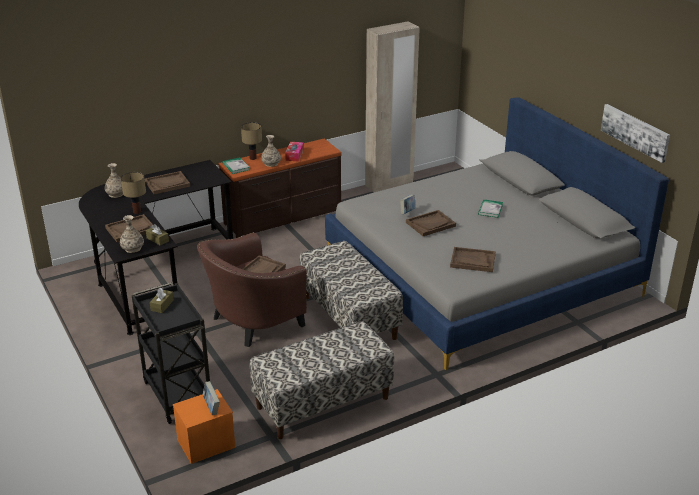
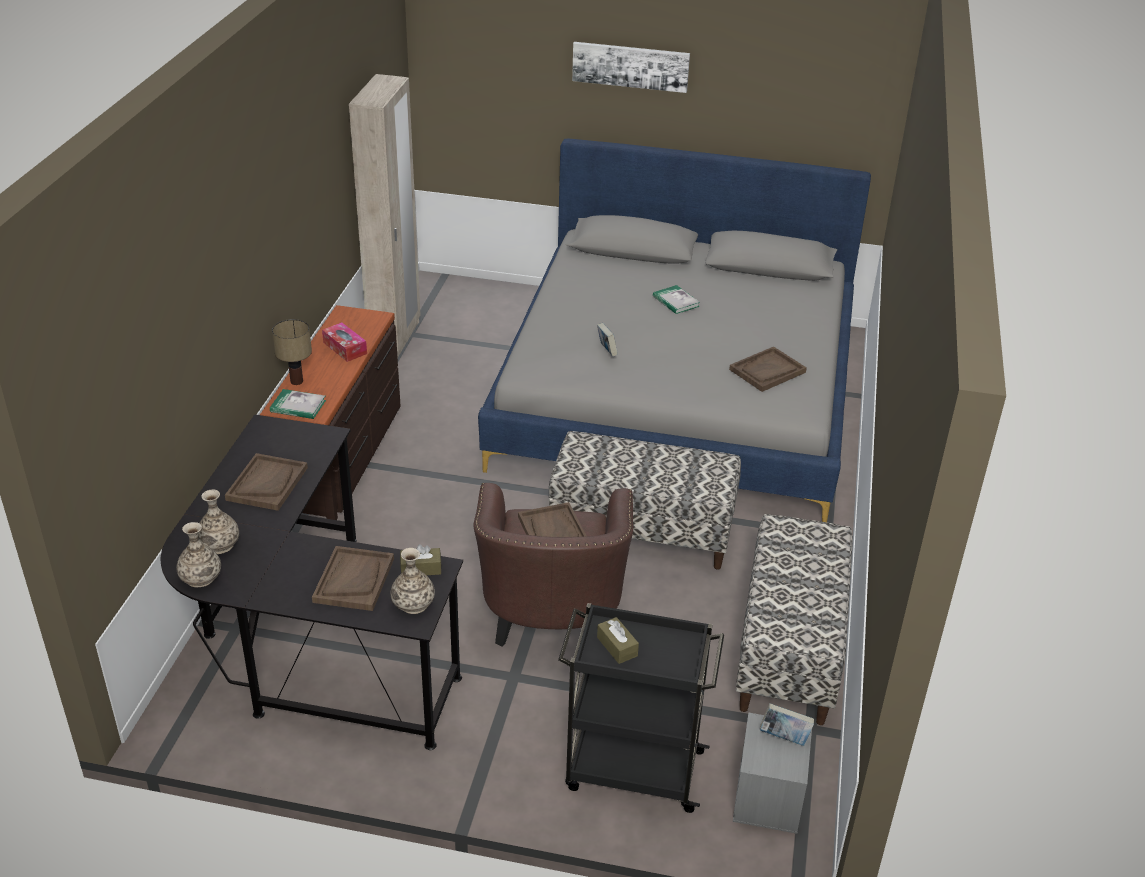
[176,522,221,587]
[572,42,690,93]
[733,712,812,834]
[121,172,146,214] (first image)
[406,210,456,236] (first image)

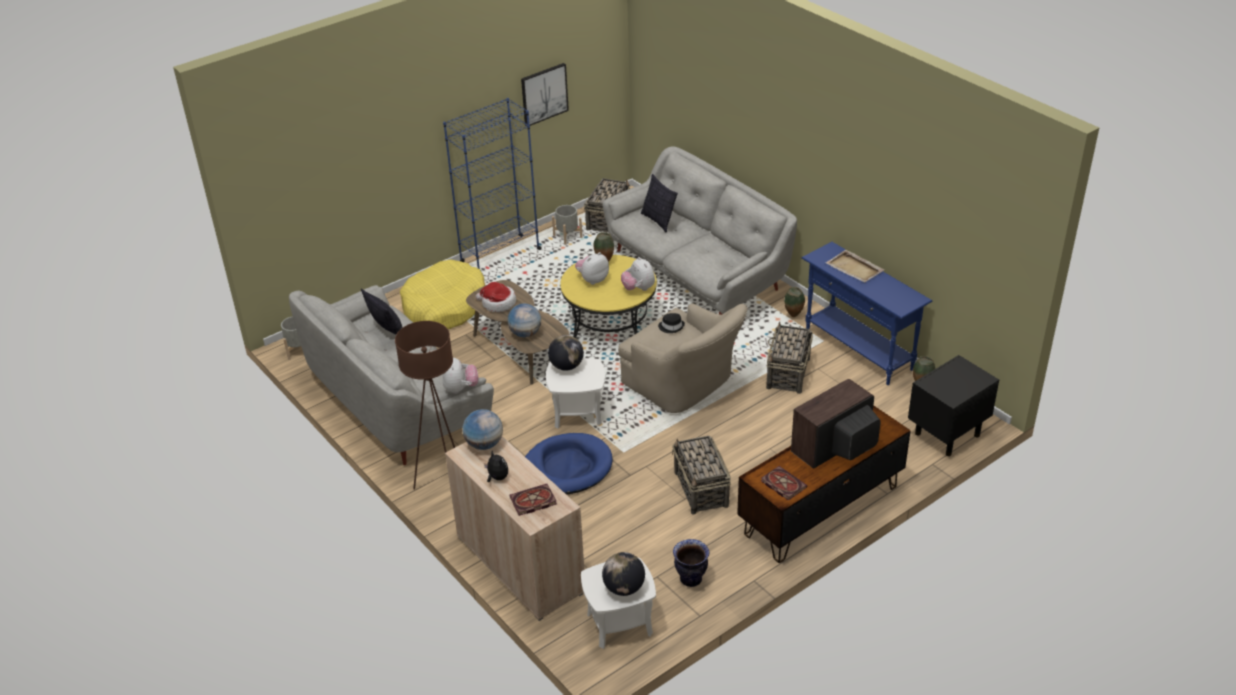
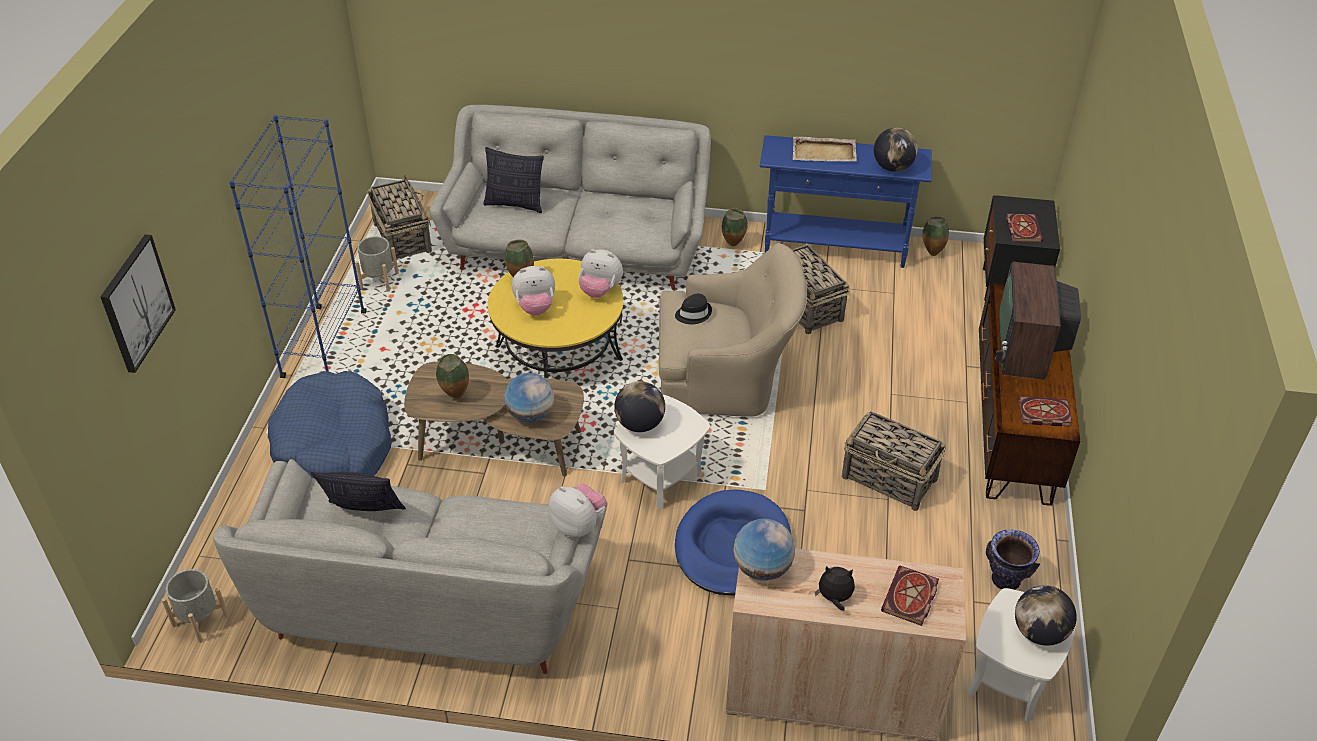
[100,234,176,373]
[268,371,391,478]
[436,354,469,399]
[512,266,555,315]
[874,127,918,172]
[1006,213,1043,242]
[395,321,455,490] (first image)

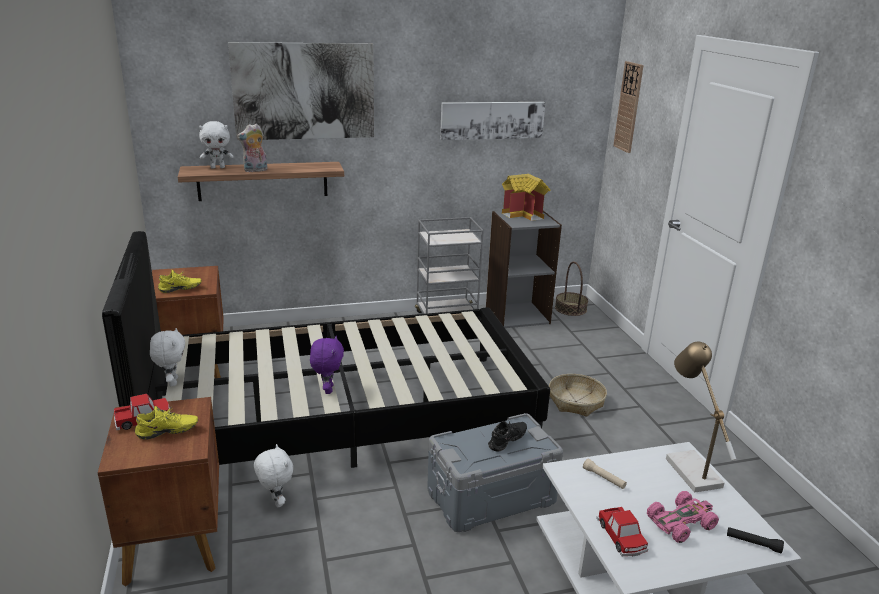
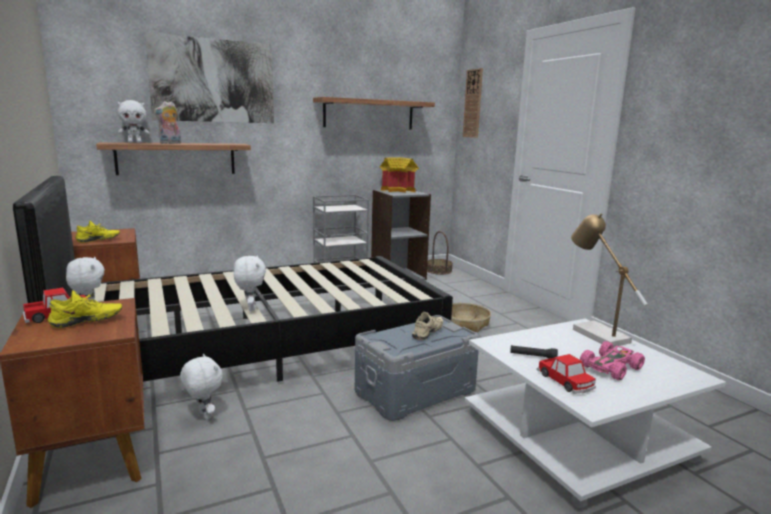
[234,255,266,311]
[313,97,435,129]
[412,312,443,340]
[510,345,558,358]
[583,459,627,489] (first image)

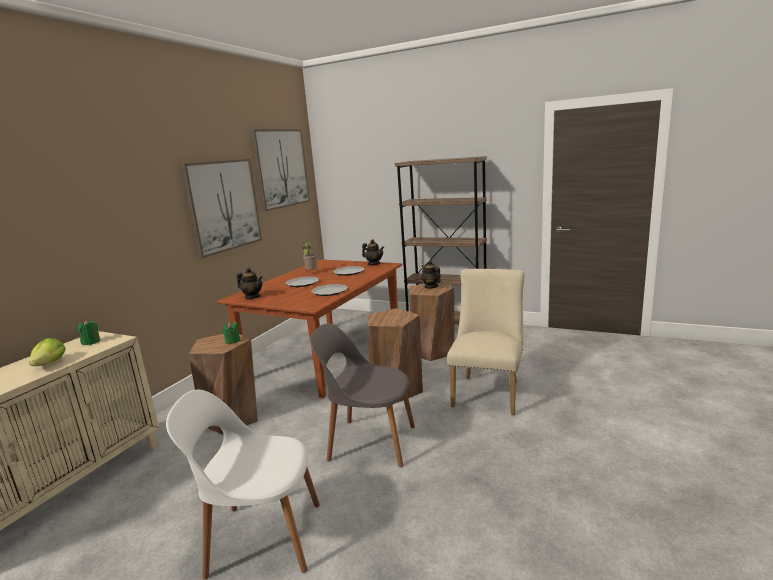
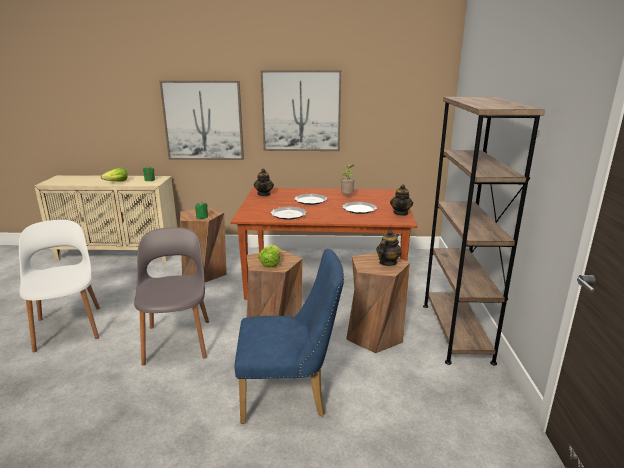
[160,81,244,160]
[234,249,344,424]
[258,245,280,267]

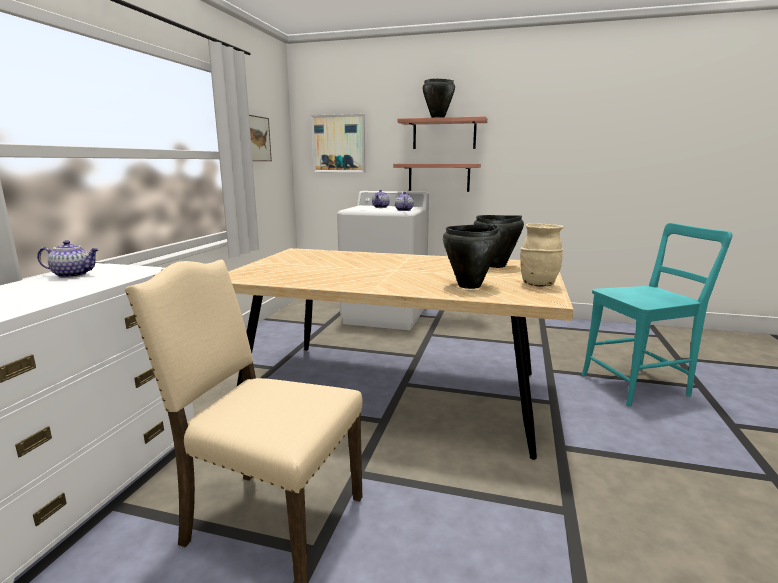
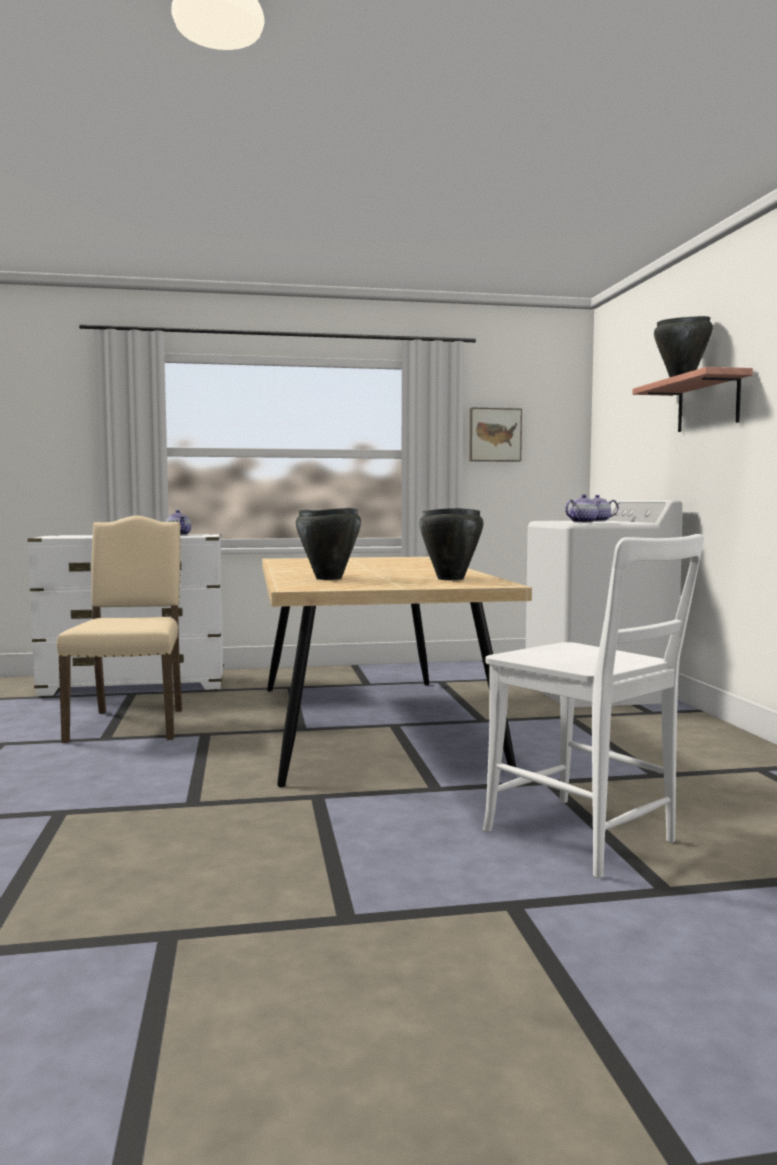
[483,534,704,878]
[311,114,365,172] (first image)
[393,164,481,192] (first image)
[520,223,563,287] (first image)

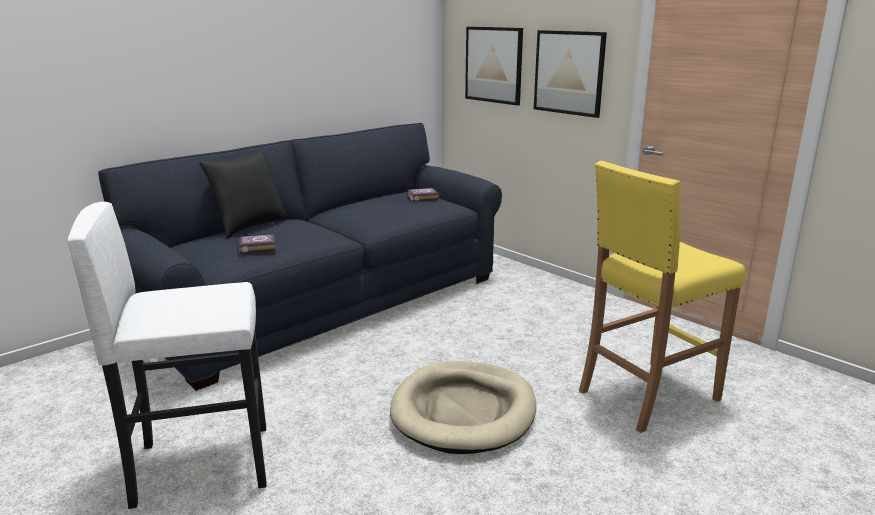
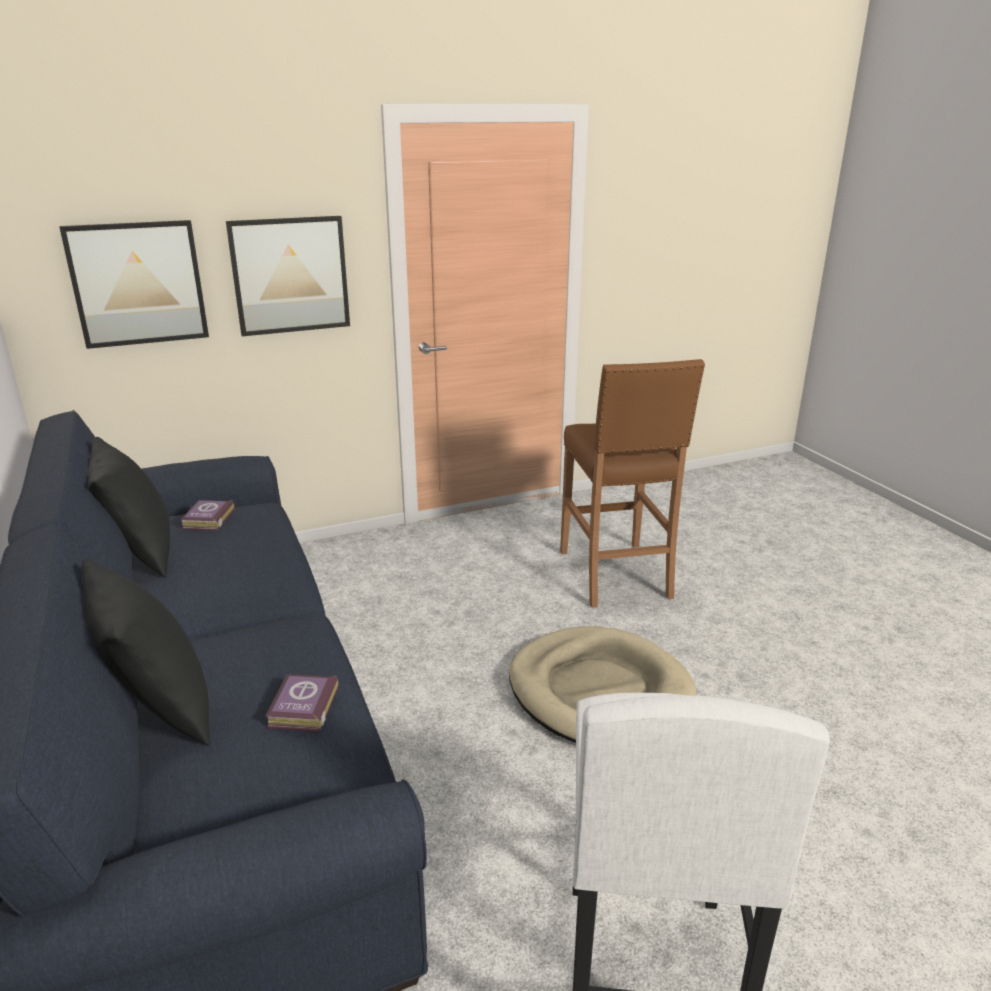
[88,437,170,578]
[560,359,705,608]

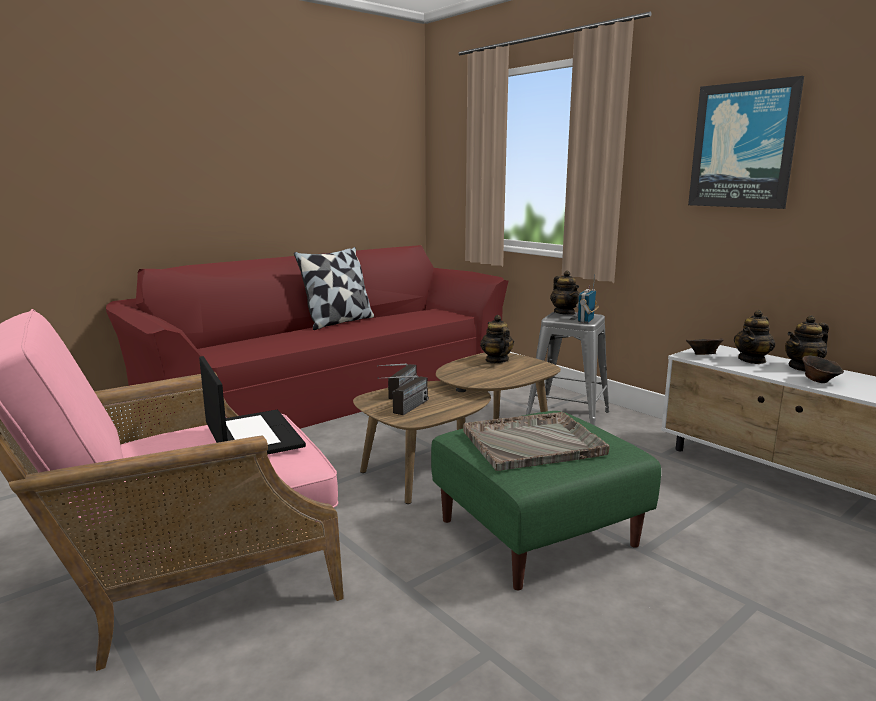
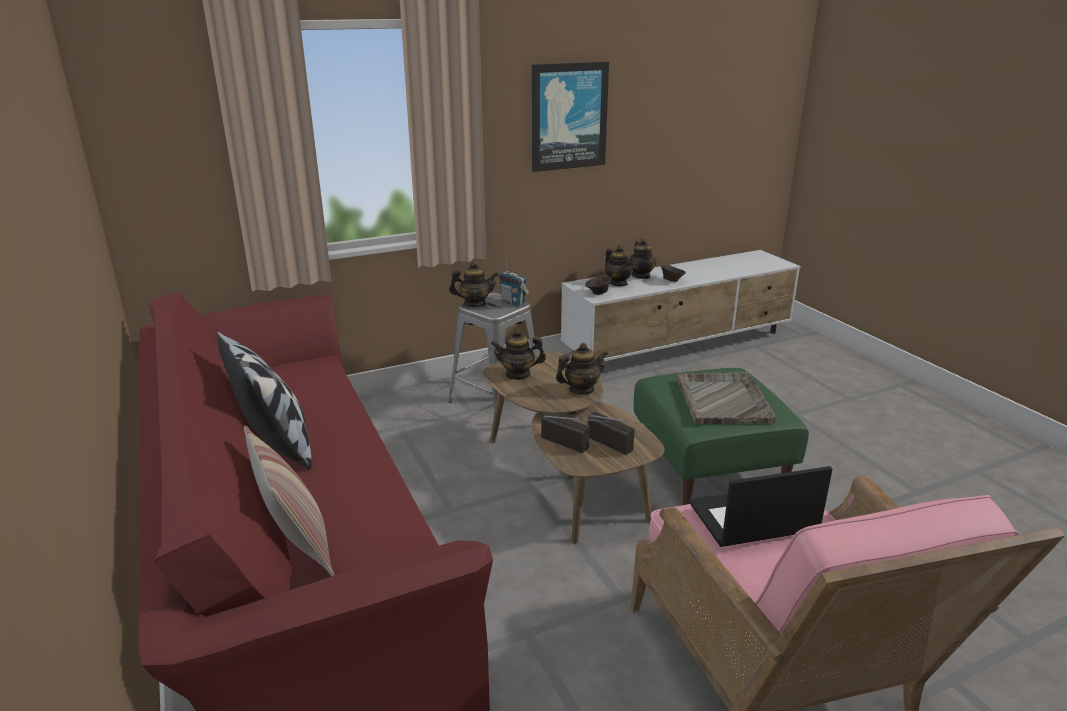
[244,425,334,576]
[556,343,608,395]

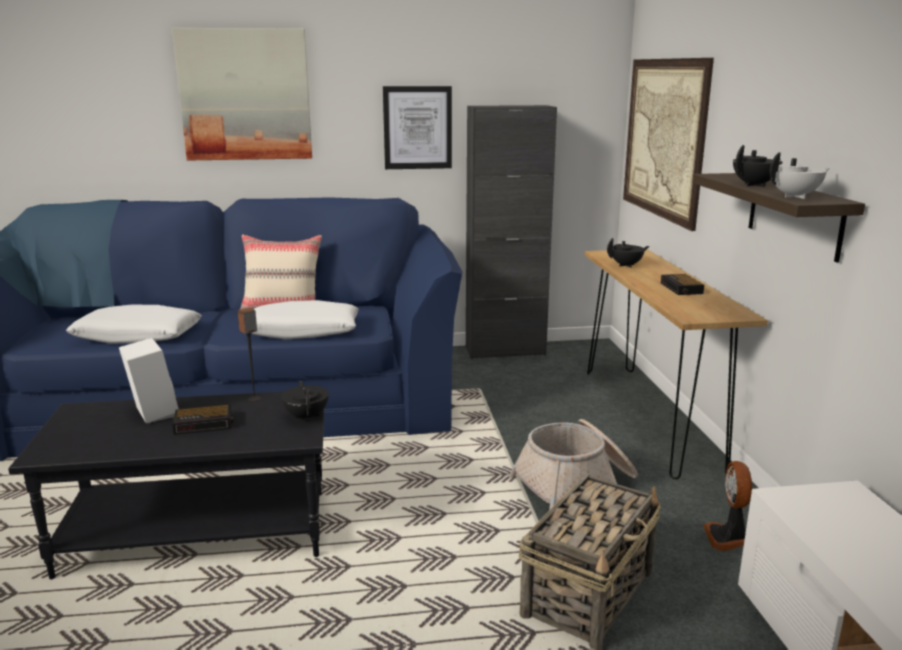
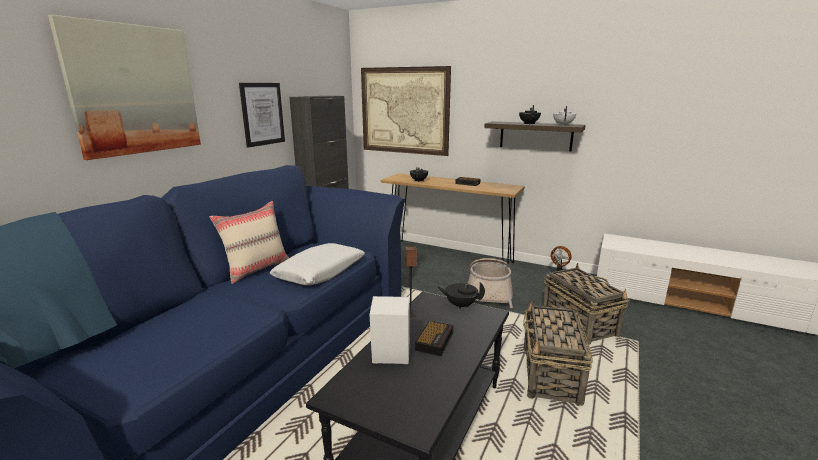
[523,301,593,406]
[66,305,202,344] (first image)

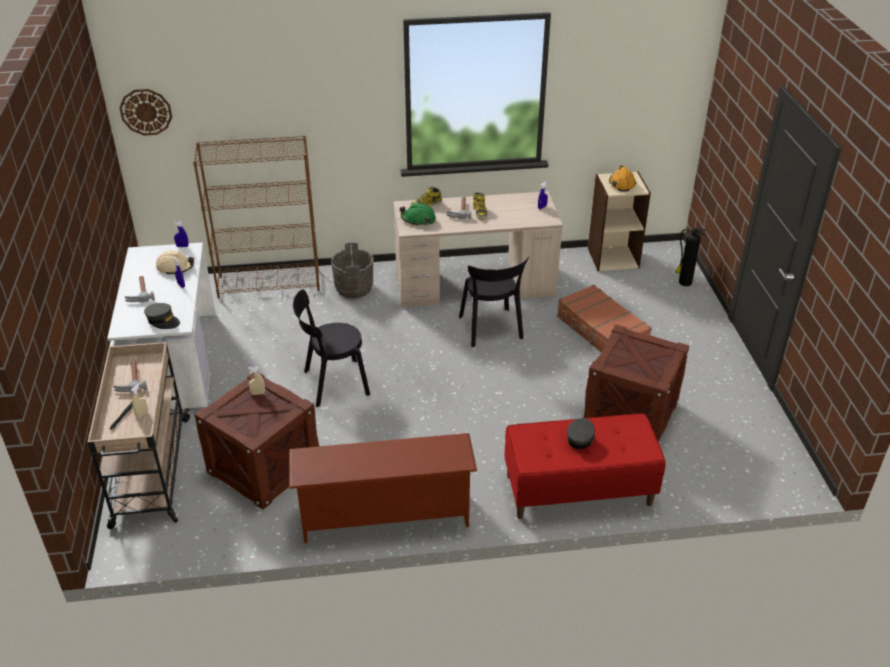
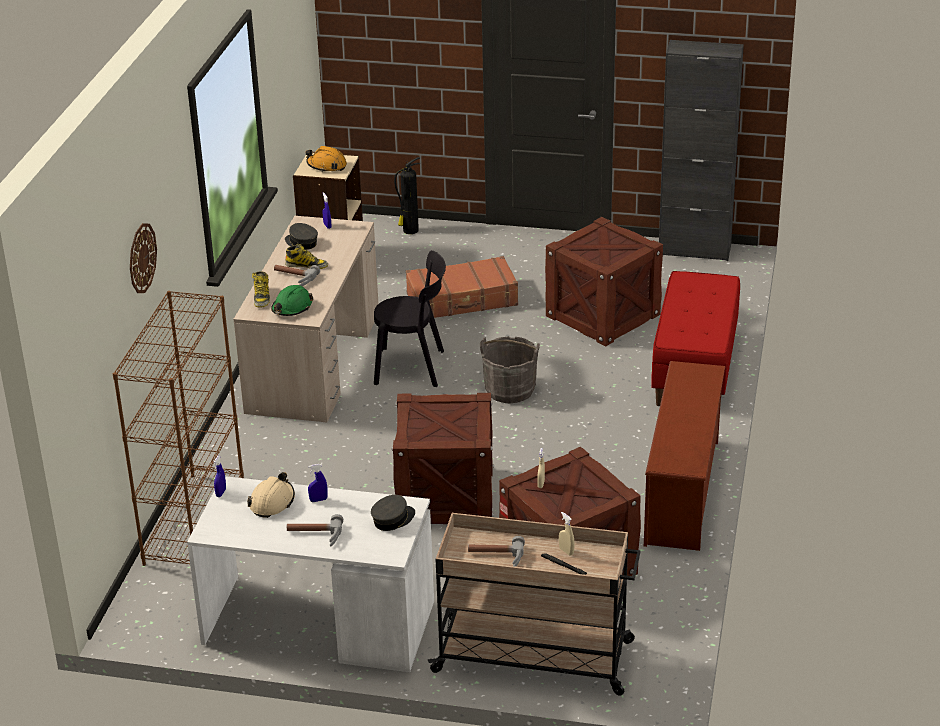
[130,223,157,293]
[285,223,318,250]
[391,393,494,524]
[480,336,540,403]
[659,40,744,261]

